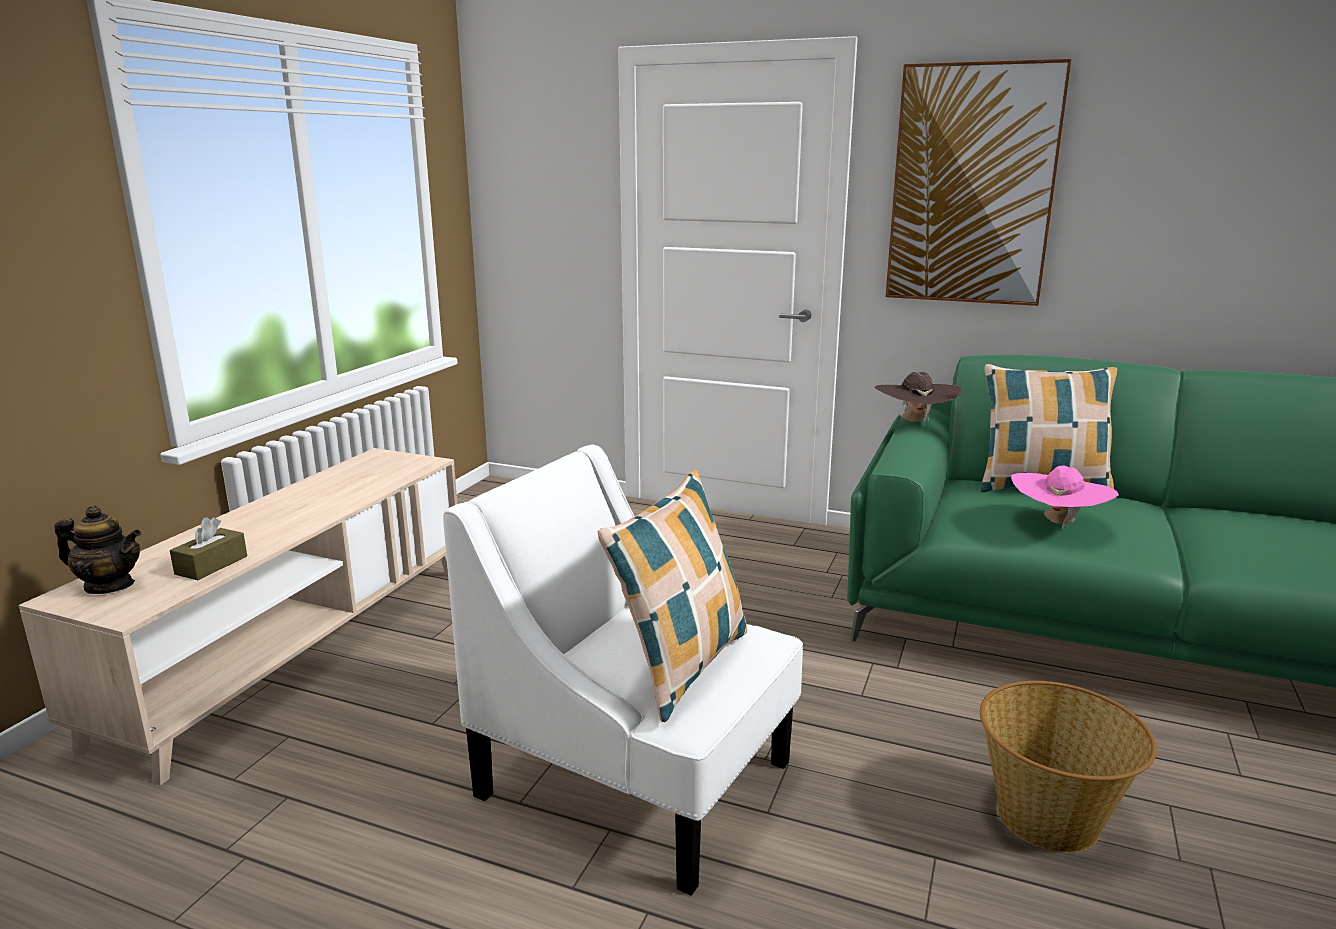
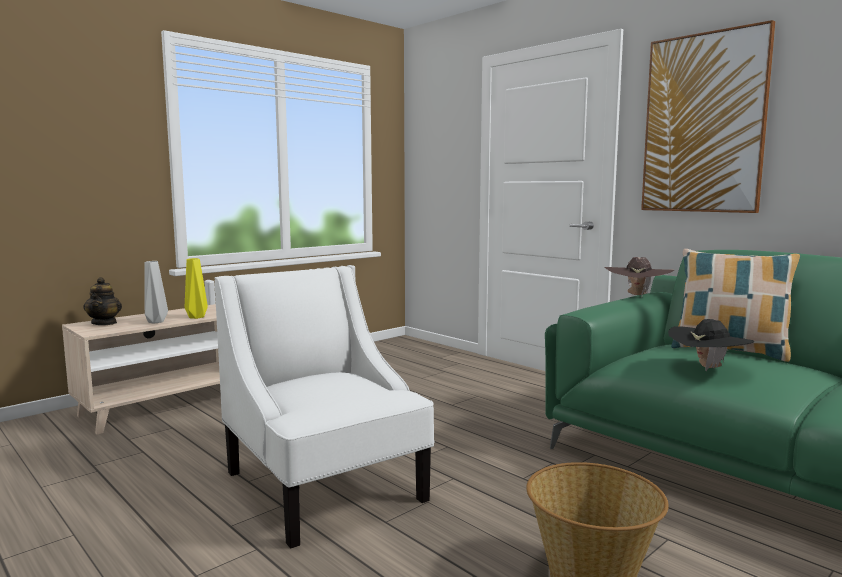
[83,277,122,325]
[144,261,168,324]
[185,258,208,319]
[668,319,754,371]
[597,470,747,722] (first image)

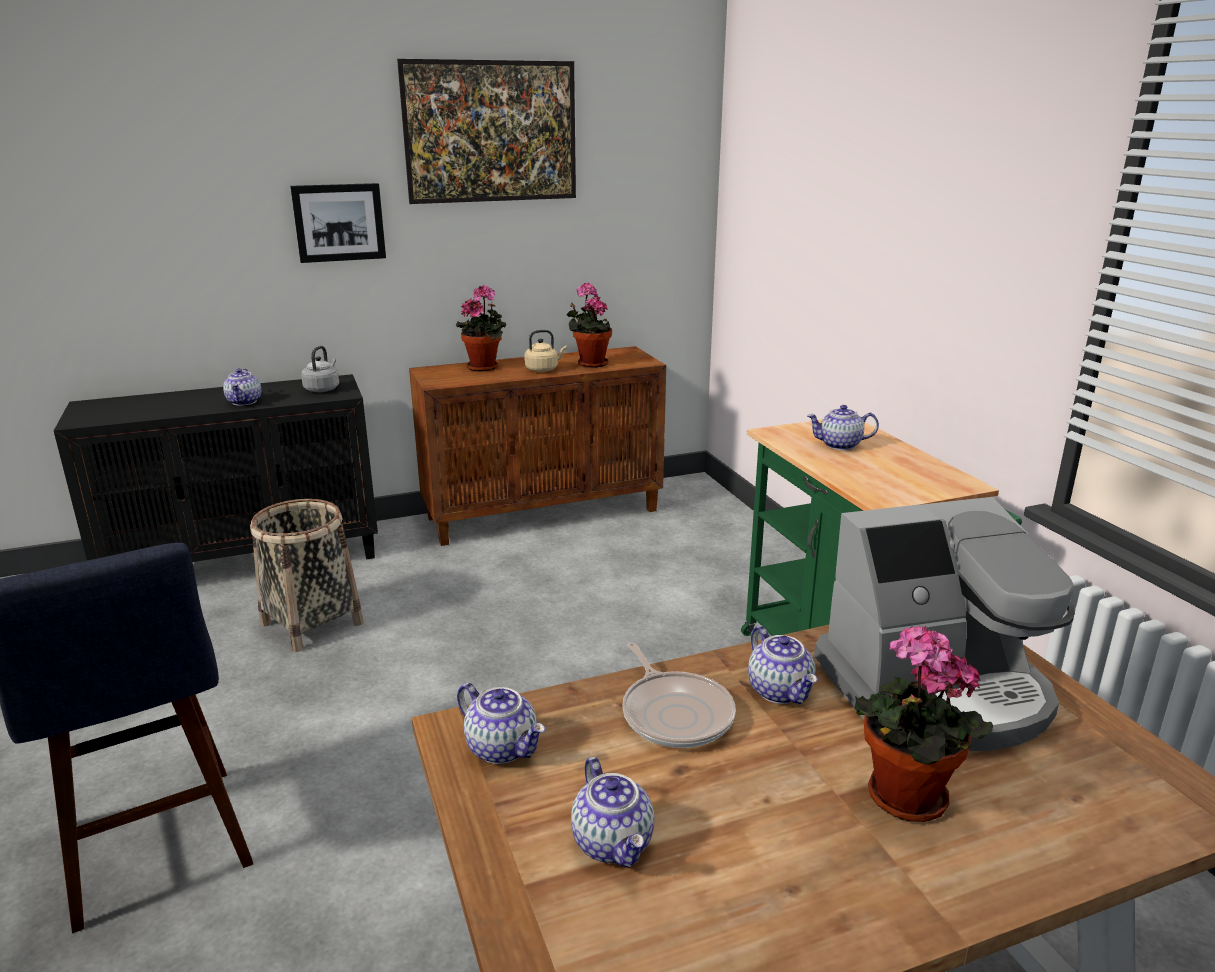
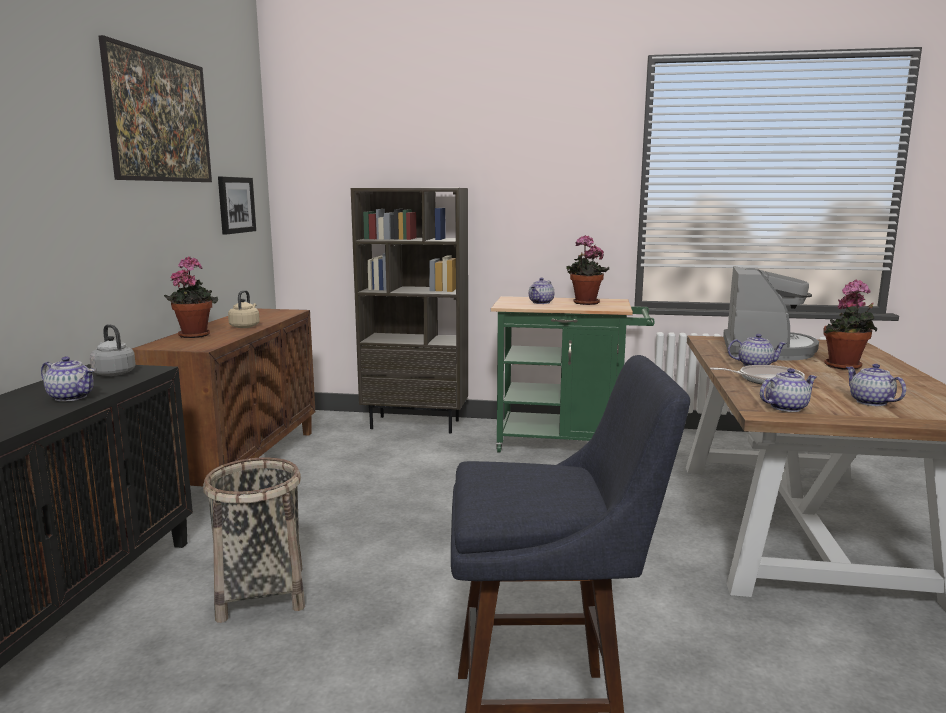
[218,176,256,234]
[351,188,468,434]
[566,236,609,305]
[846,364,906,406]

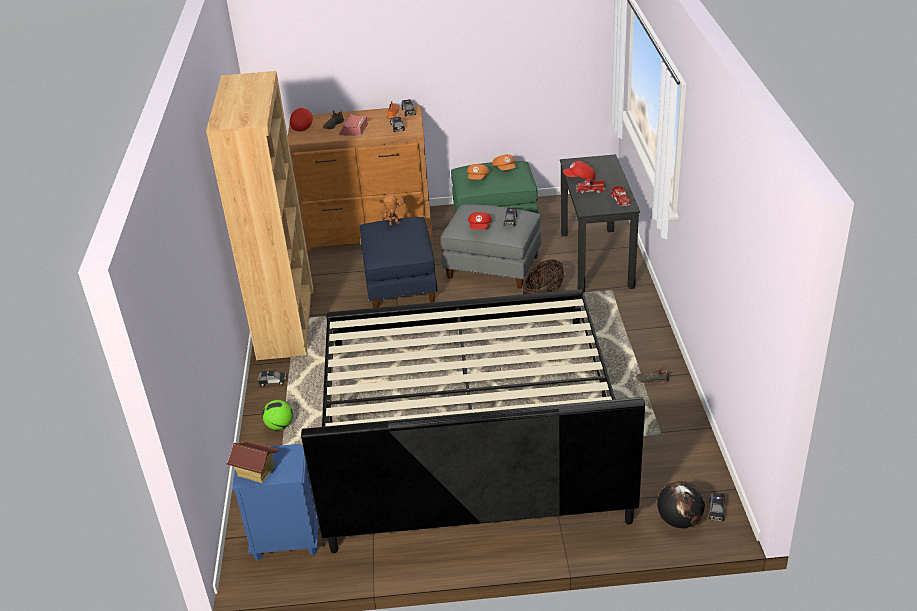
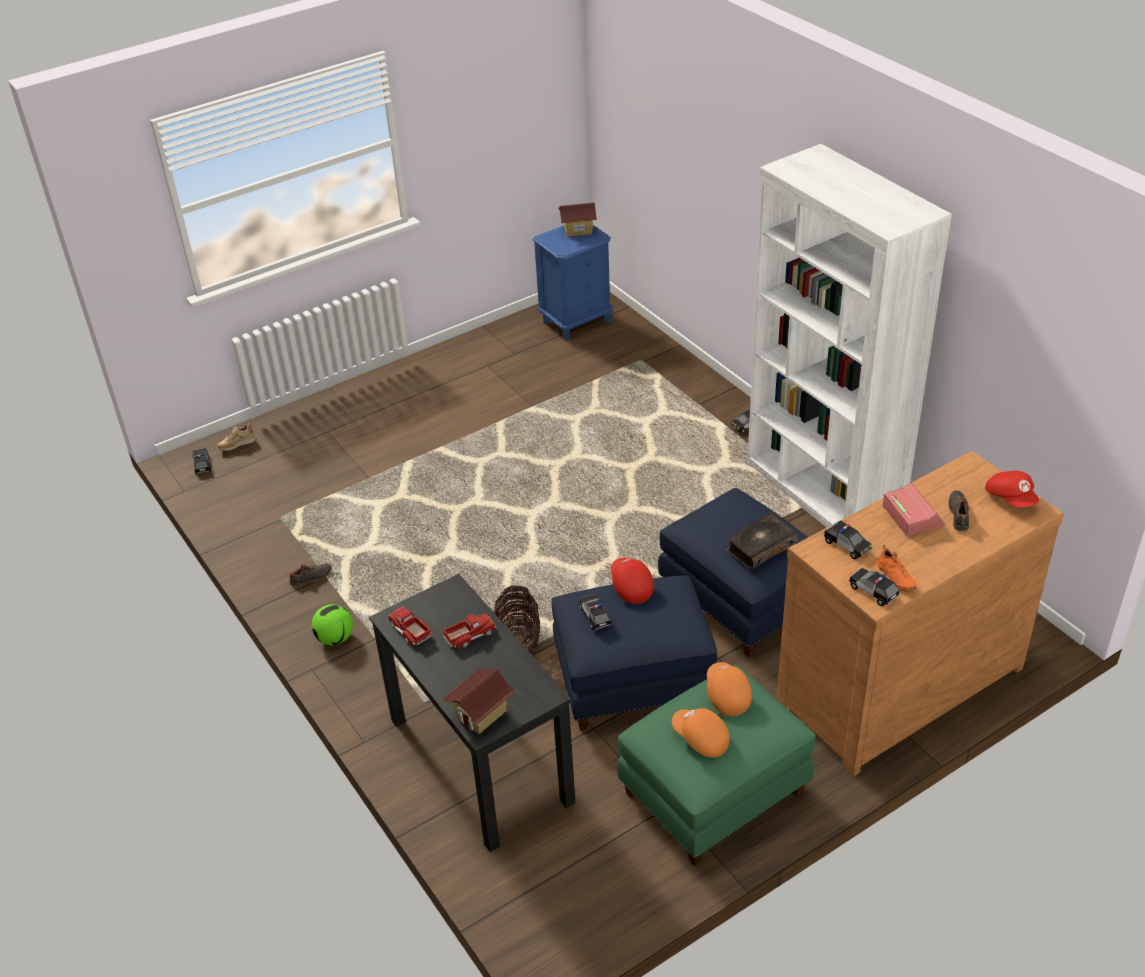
[217,424,255,451]
[312,604,353,645]
[443,668,516,734]
[552,575,717,731]
[727,513,798,570]
[747,144,952,527]
[301,289,645,553] (first image)
[563,161,596,180] (first image)

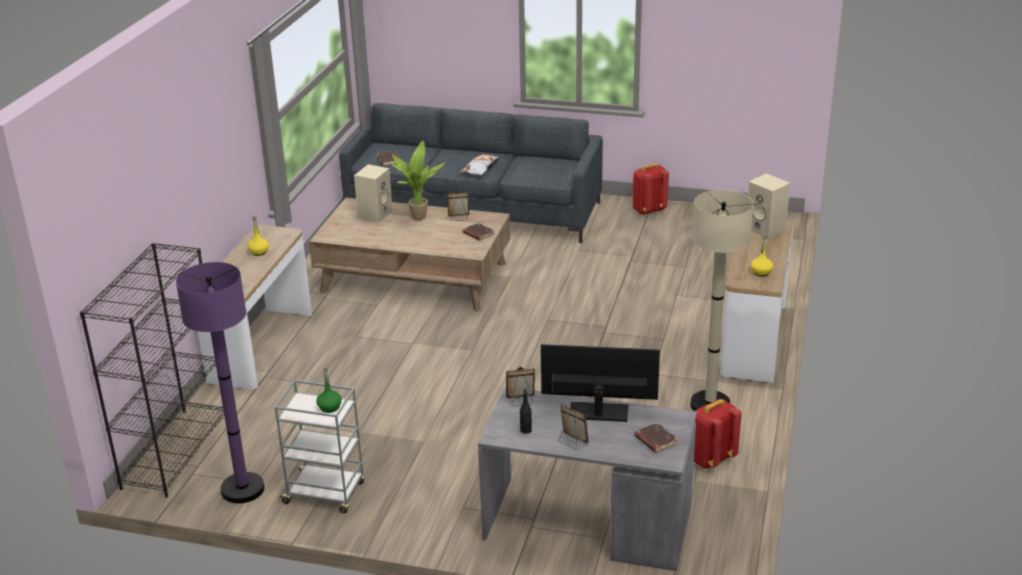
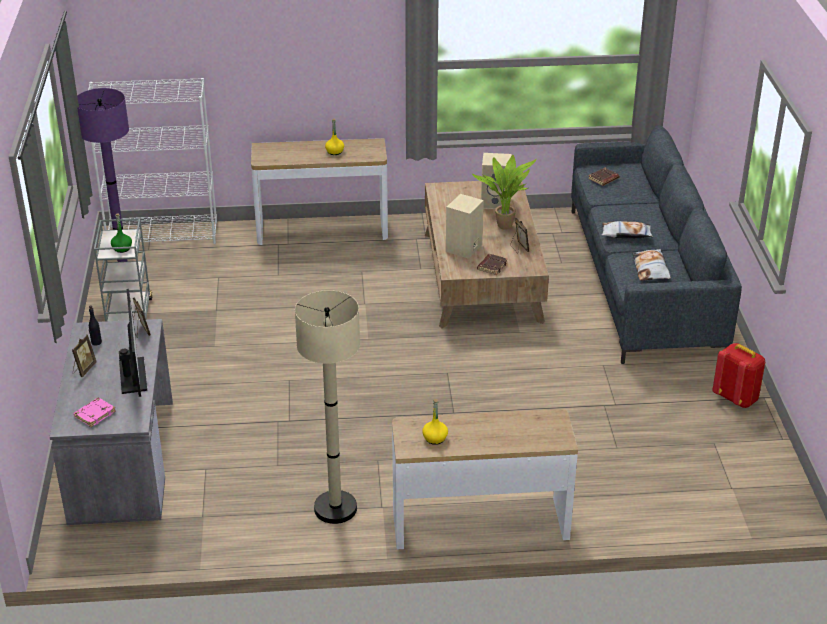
[73,398,116,427]
[88,78,217,244]
[446,194,484,259]
[632,249,671,281]
[694,399,742,468] (first image)

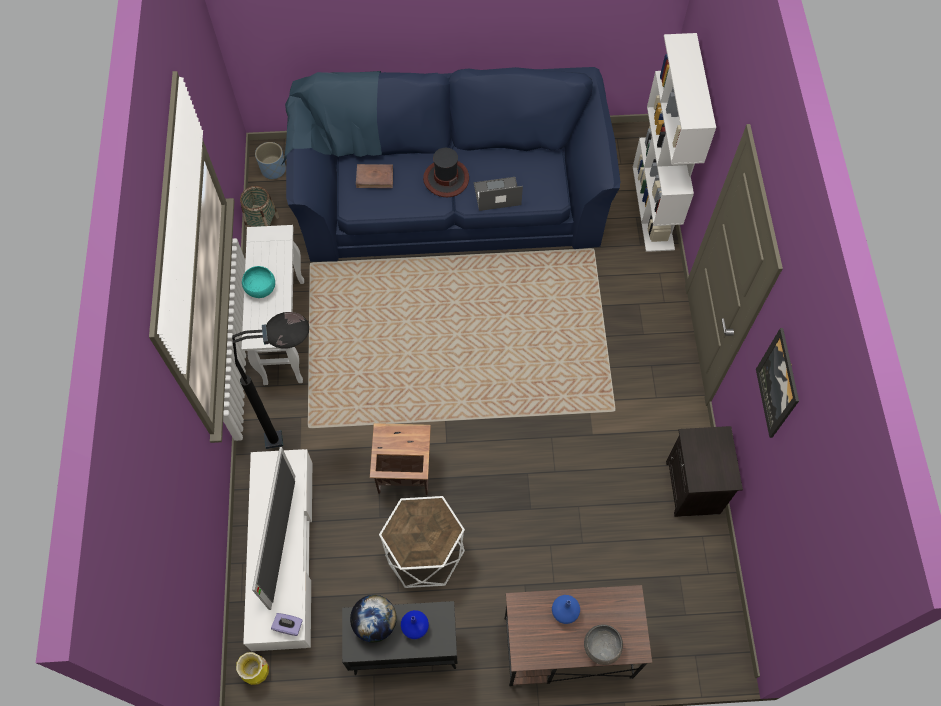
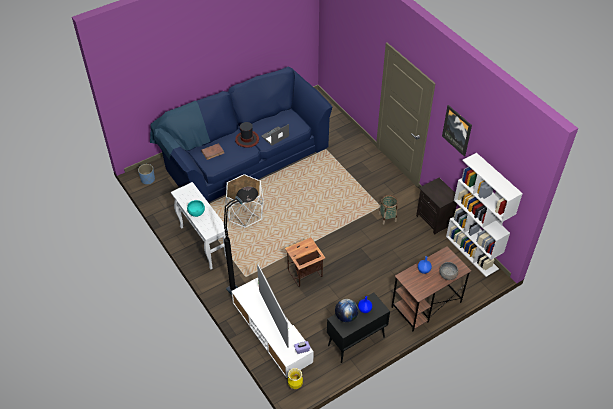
[225,174,264,228]
[378,195,398,225]
[446,153,523,277]

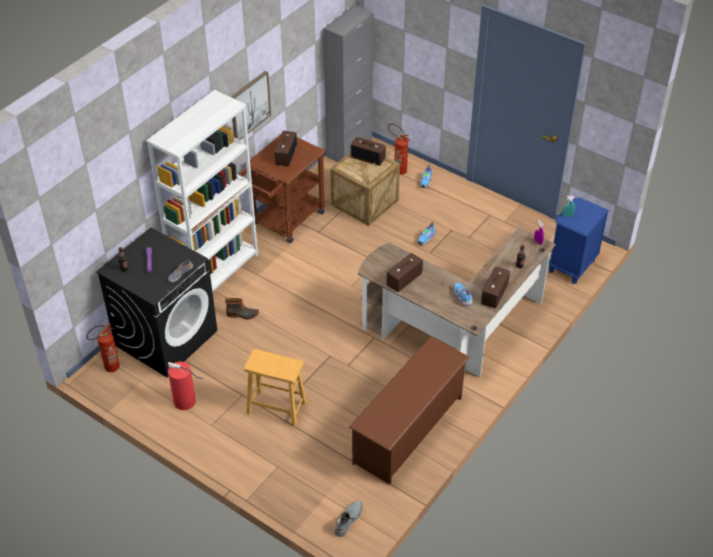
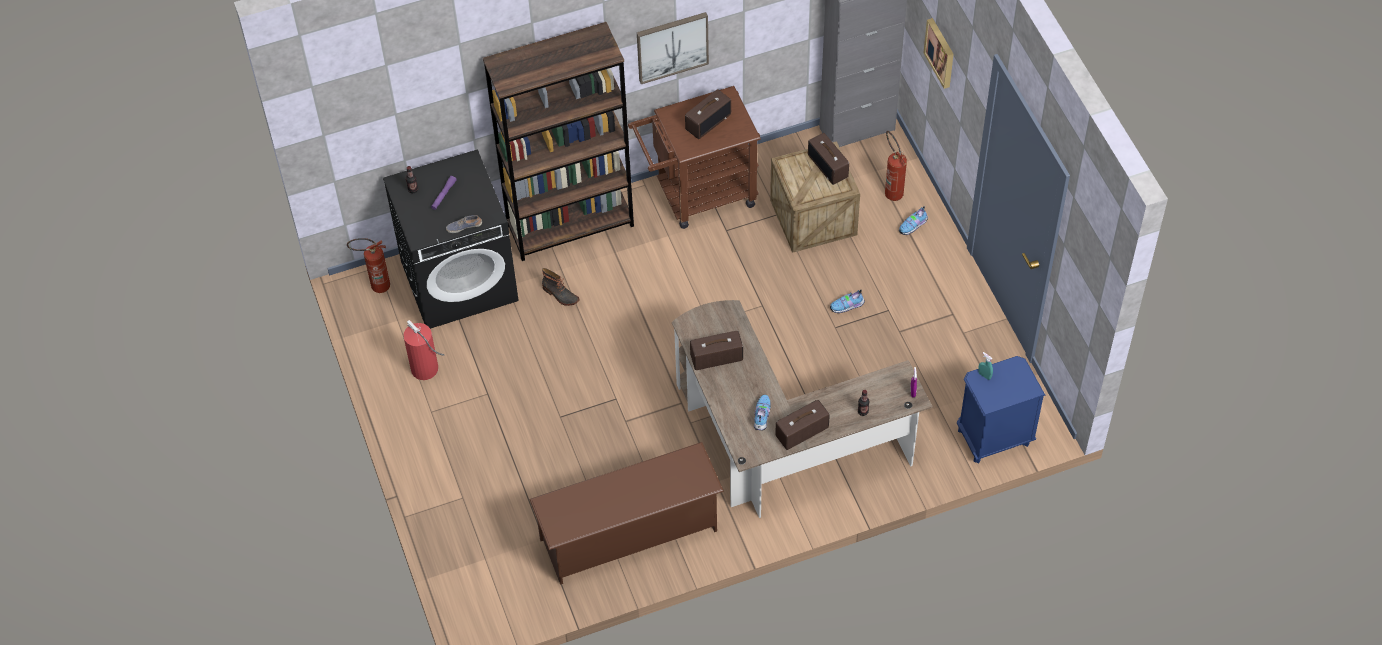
[483,22,634,261]
[924,18,954,89]
[244,349,307,427] (first image)
[334,501,362,537] (first image)

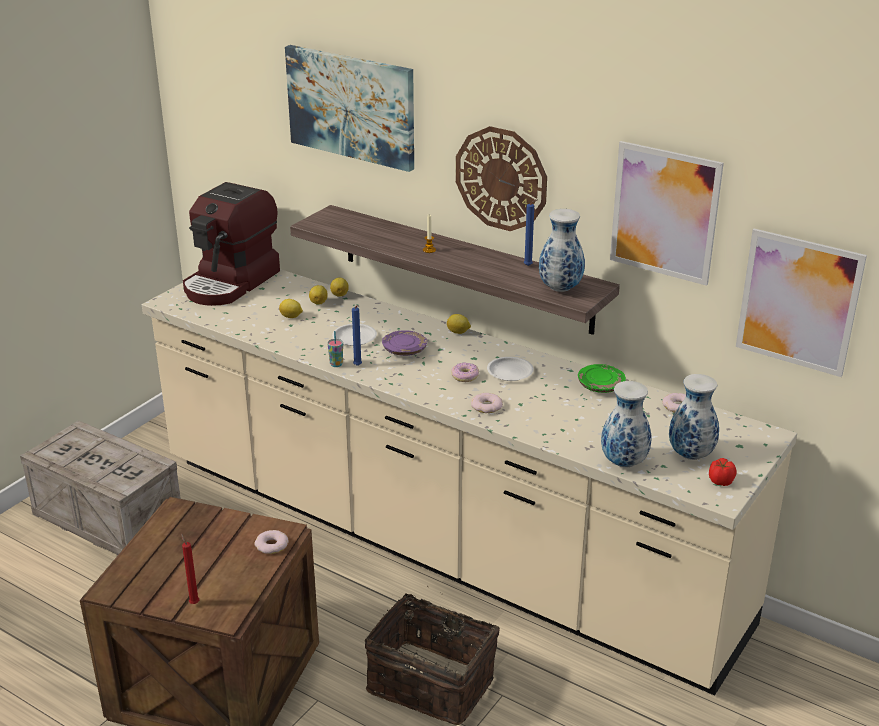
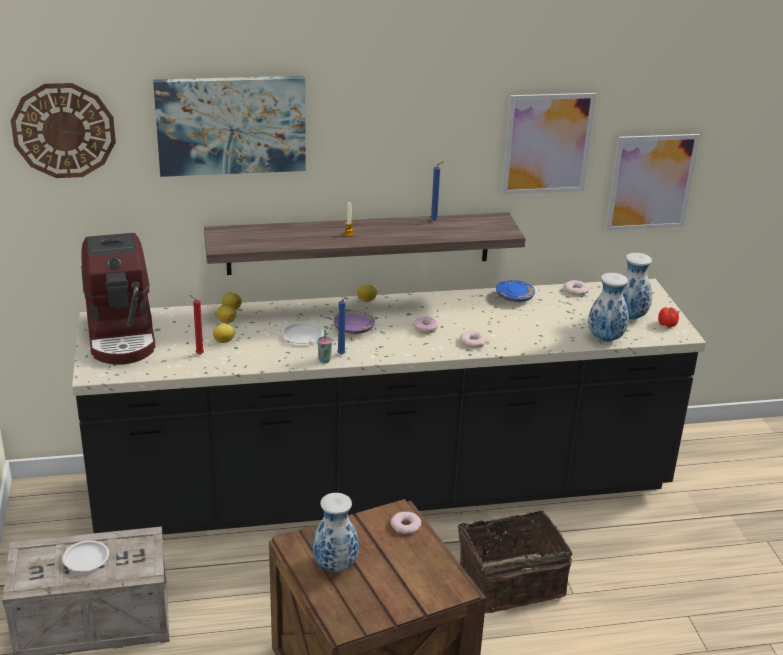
[11,83,116,178]
[62,540,109,571]
[72,279,706,534]
[189,295,204,354]
[312,493,359,572]
[496,280,535,302]

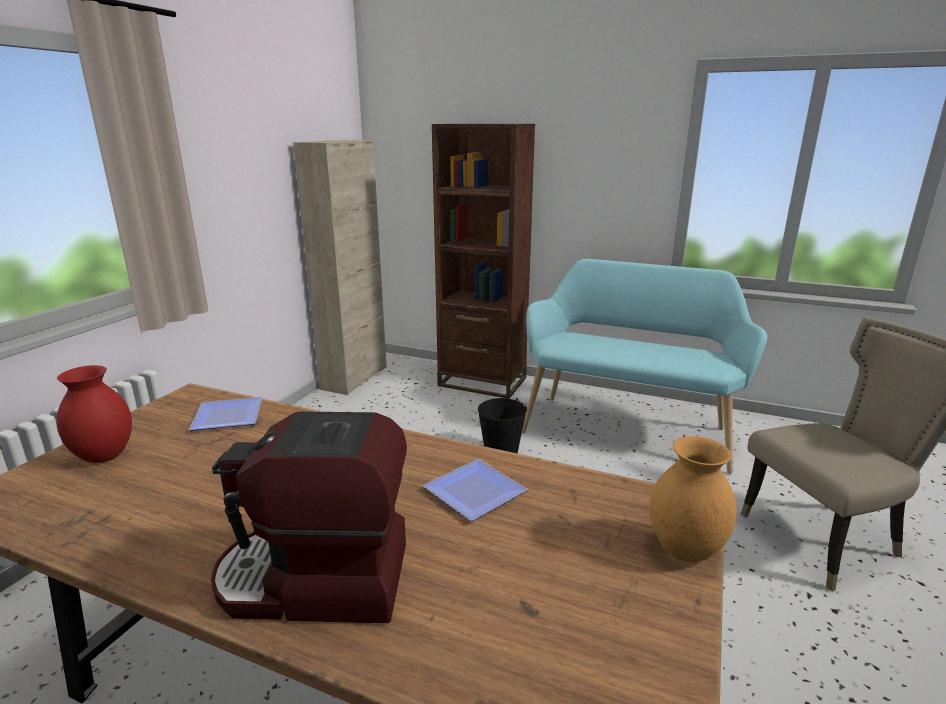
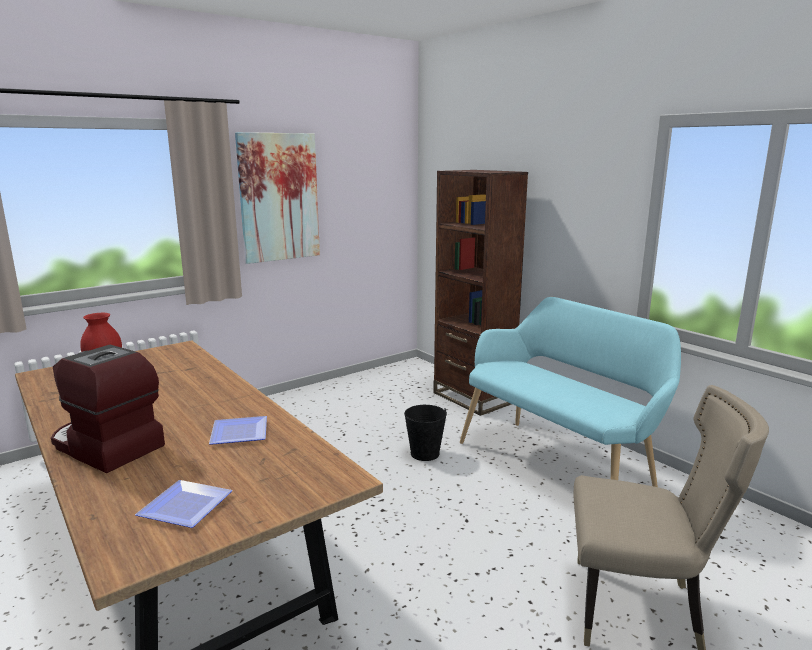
[135,480,233,528]
[235,132,320,264]
[293,140,387,395] (first image)
[650,436,737,562] (first image)

